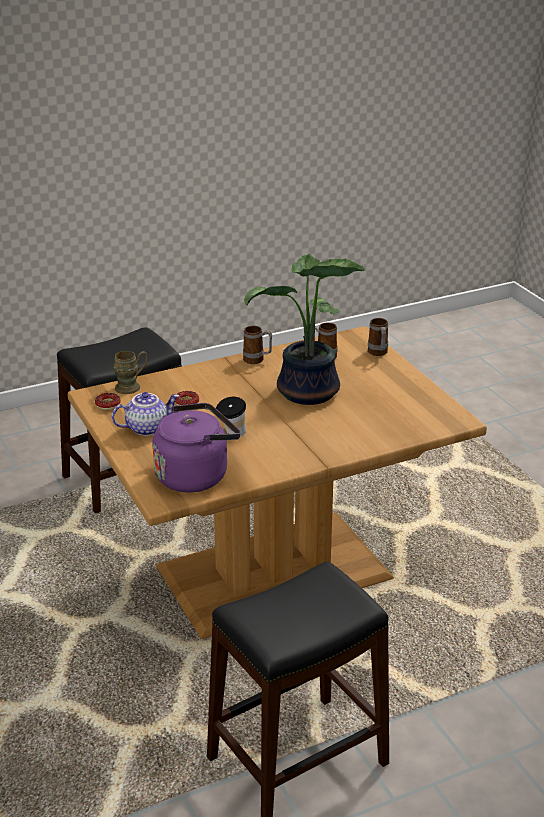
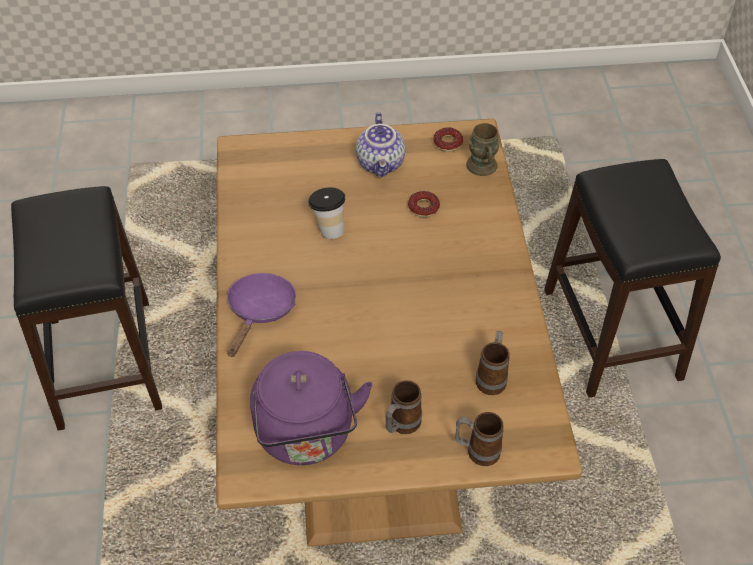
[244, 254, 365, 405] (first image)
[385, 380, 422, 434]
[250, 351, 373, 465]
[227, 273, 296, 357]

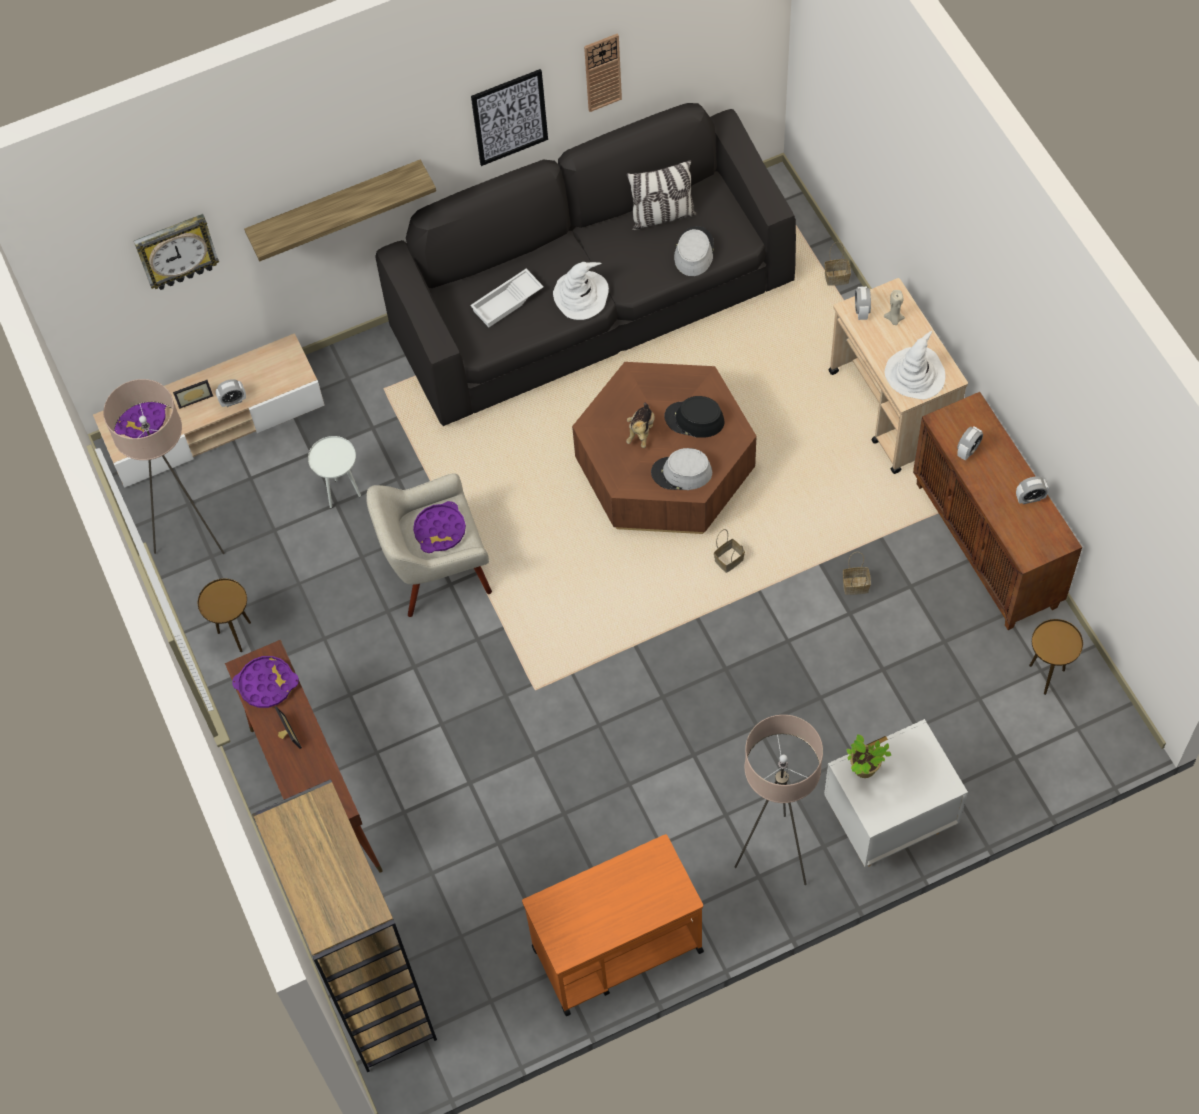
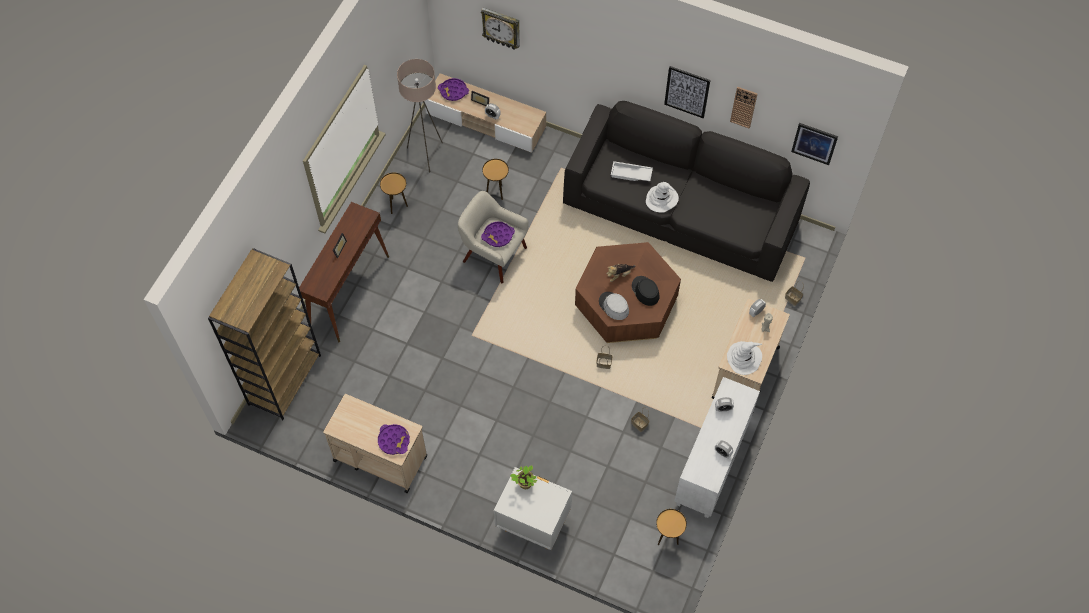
[244, 159, 436, 261] (first image)
[626, 160, 697, 230] (first image)
[674, 226, 714, 276] (first image)
[674, 377, 760, 518]
[482, 159, 509, 200]
[378, 424, 410, 455]
[734, 715, 823, 885] (first image)
[323, 394, 427, 493]
[791, 123, 838, 165]

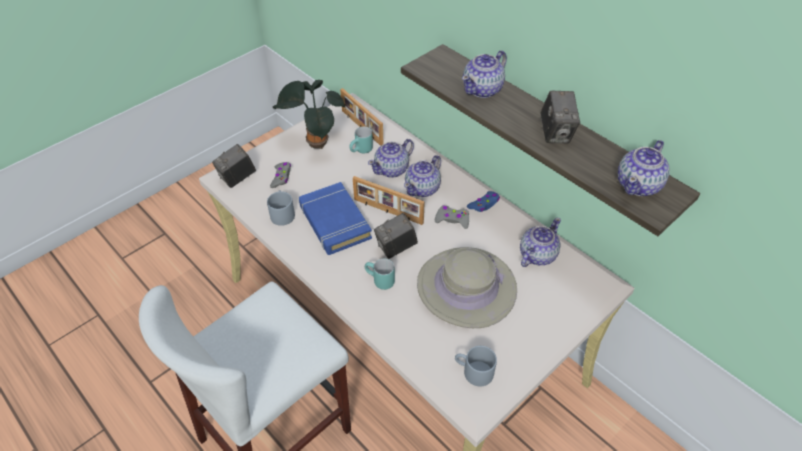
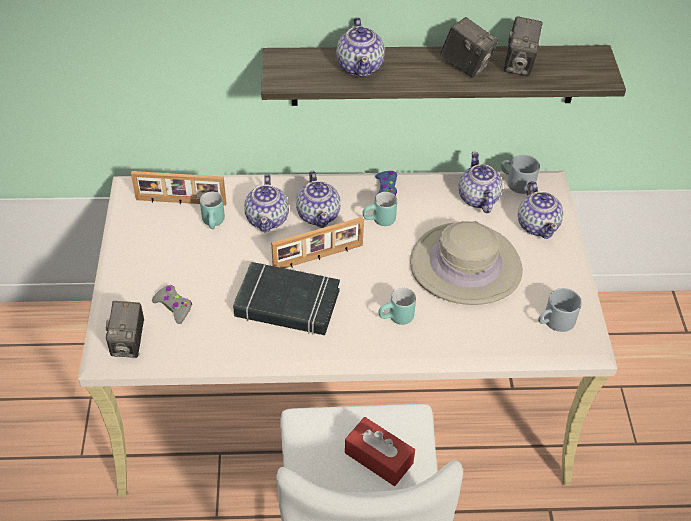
[273, 80, 346, 149] (first image)
[518, 181, 564, 239]
[233, 262, 340, 335]
[501, 155, 540, 194]
[363, 192, 397, 226]
[504, 16, 543, 76]
[345, 417, 415, 486]

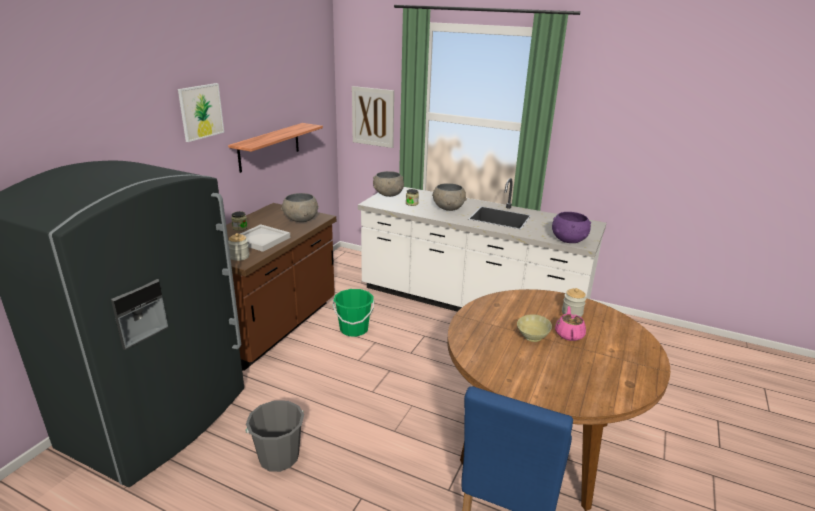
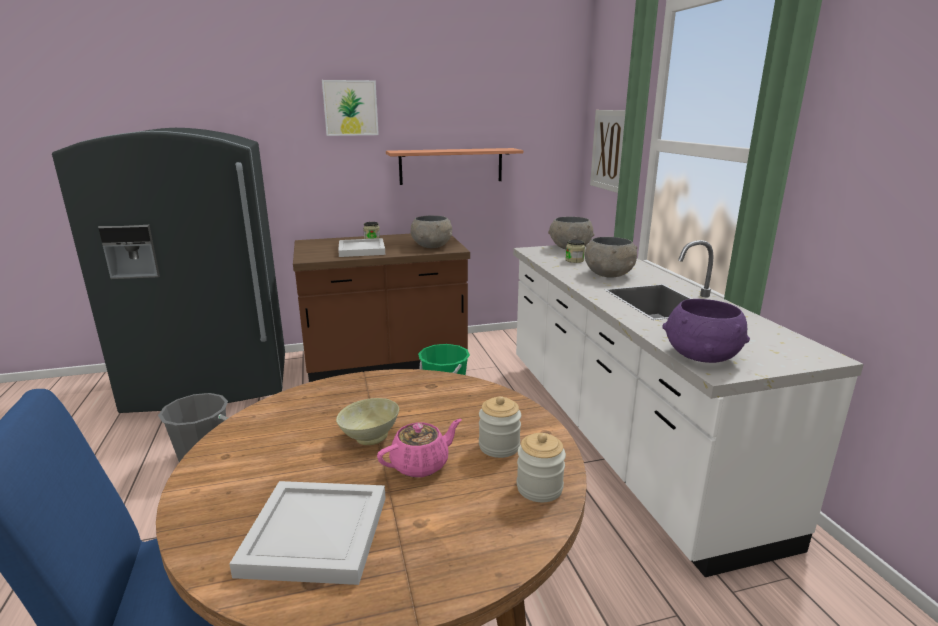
[517, 433, 566, 502]
[229, 481, 386, 585]

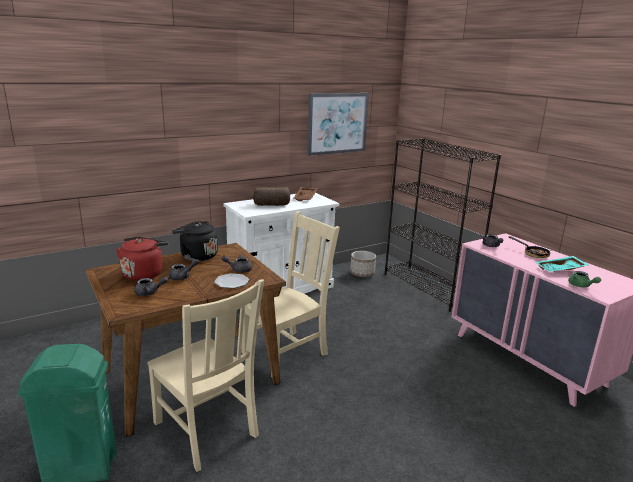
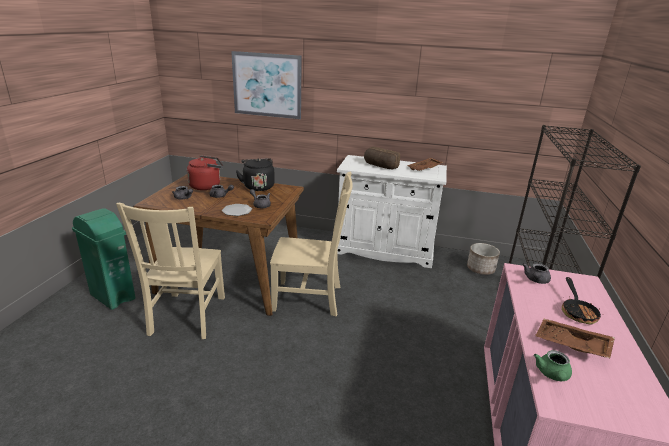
[231, 51, 302, 119]
[535, 319, 615, 358]

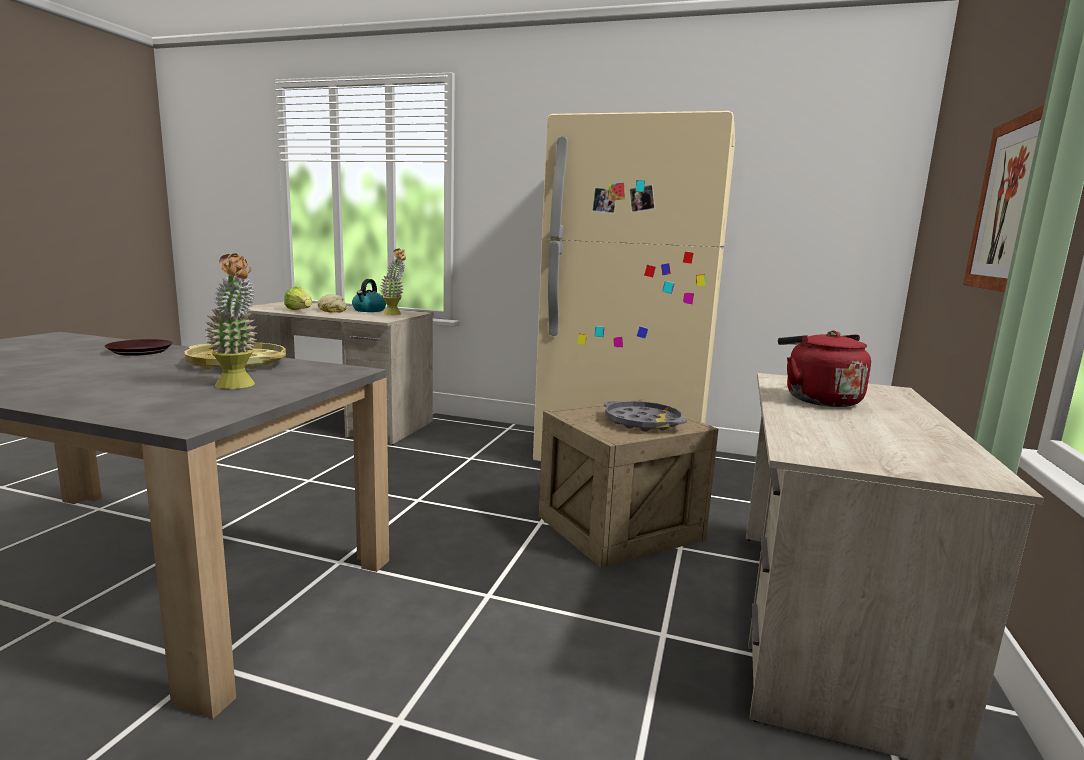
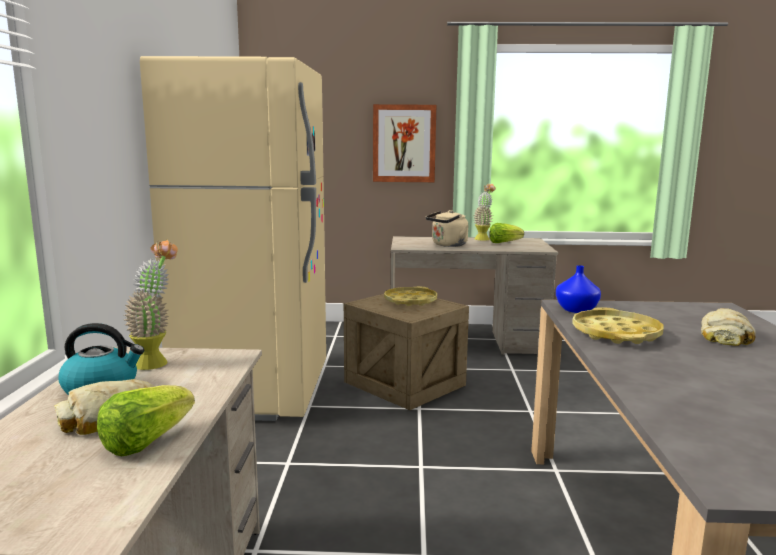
[473, 184, 496, 241]
[426, 210, 469, 247]
[104, 339, 173, 356] (first image)
[384, 286, 437, 306]
[489, 223, 524, 243]
[556, 265, 601, 313]
[701, 308, 755, 346]

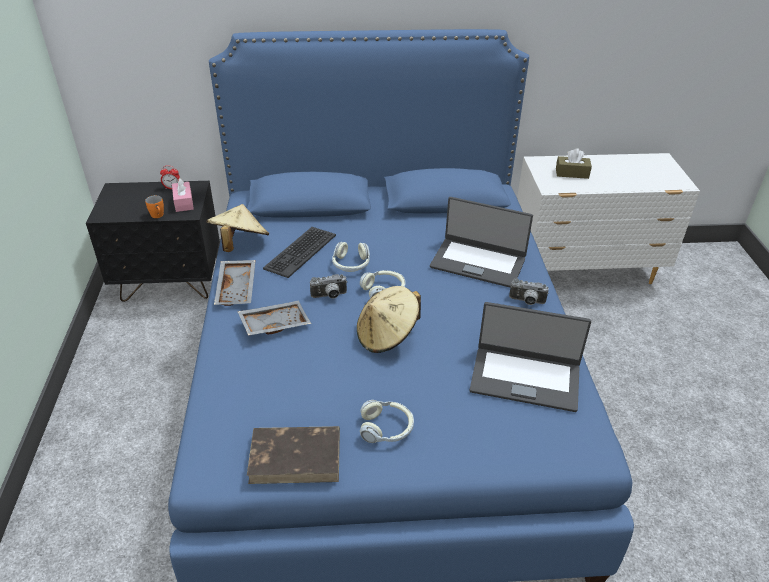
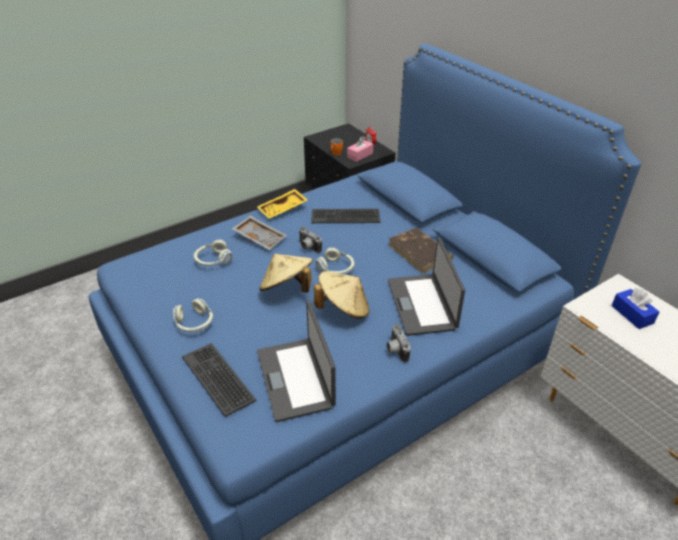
[612, 288, 659, 329]
[314, 271, 369, 319]
[194, 239, 232, 266]
[257, 189, 308, 219]
[389, 228, 453, 274]
[182, 343, 257, 417]

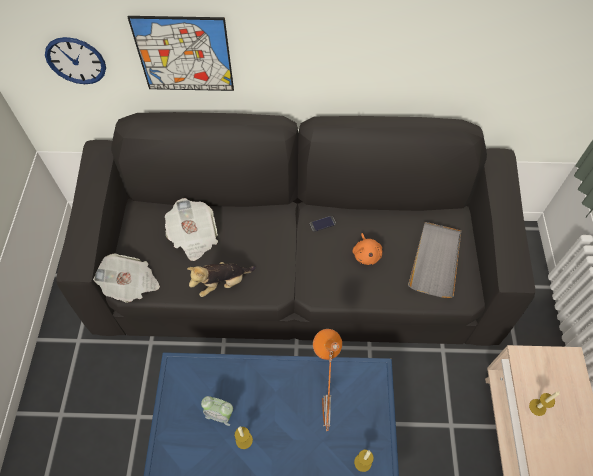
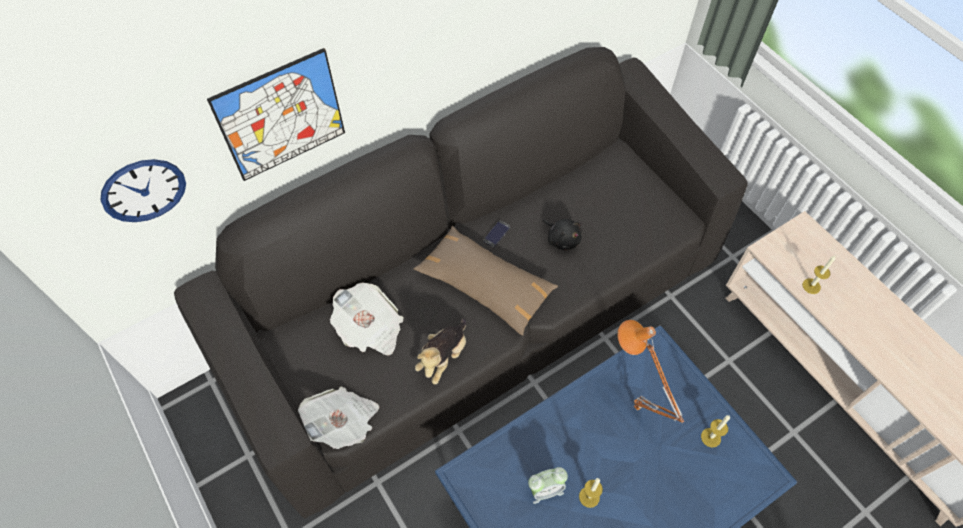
[408, 222, 461, 298] (first image)
[542, 219, 582, 251]
[414, 226, 558, 336]

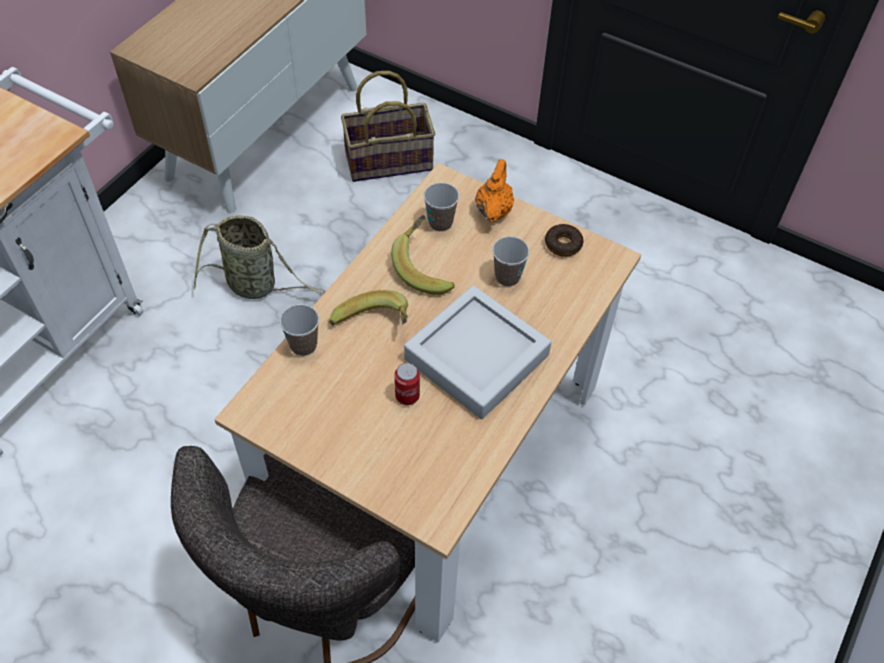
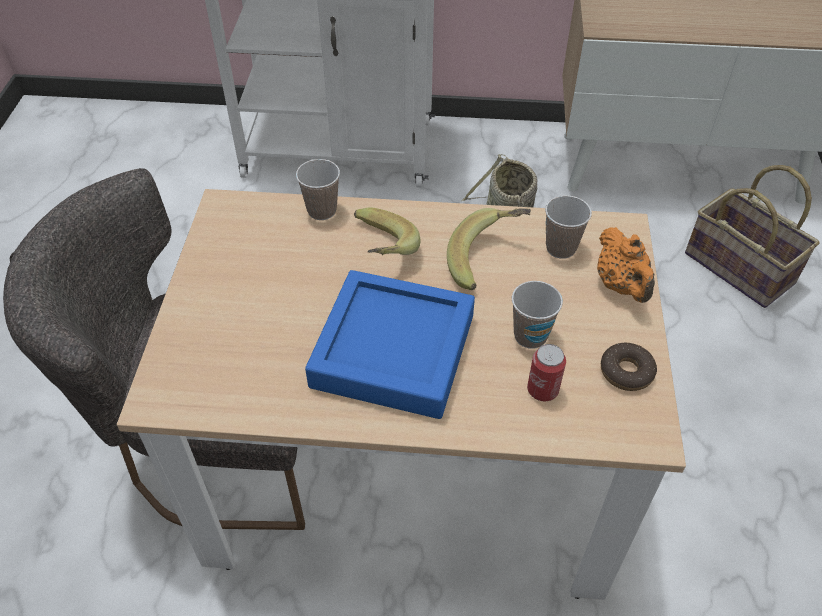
[597, 227, 655, 303]
[305, 270, 475, 419]
[527, 344, 566, 401]

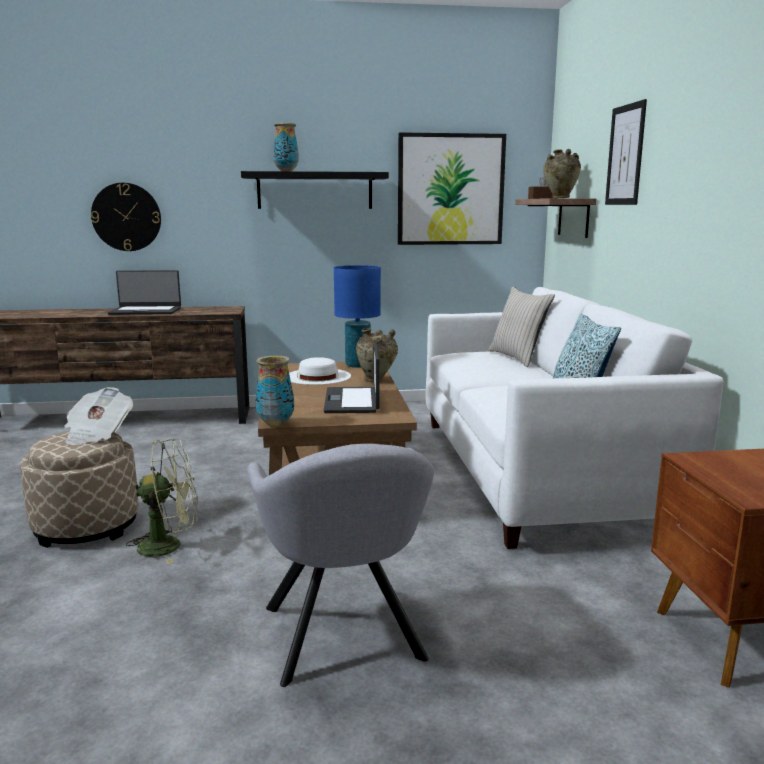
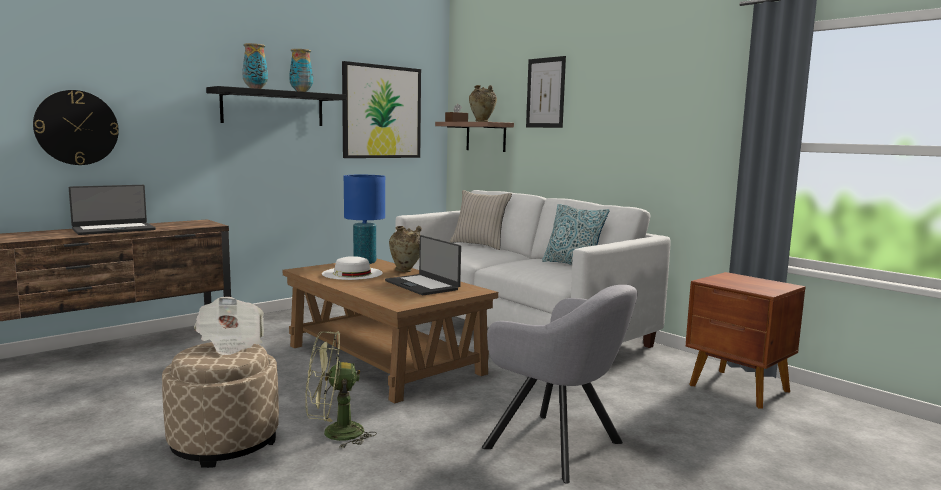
[289, 49, 313, 92]
[305, 331, 377, 449]

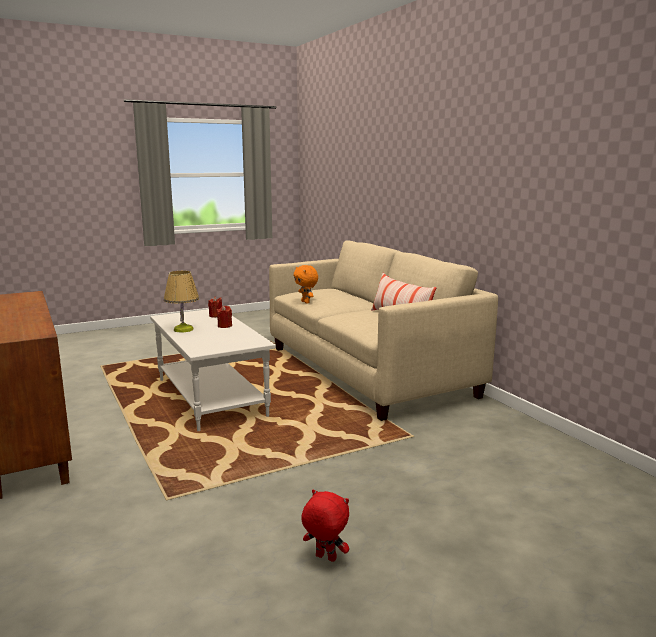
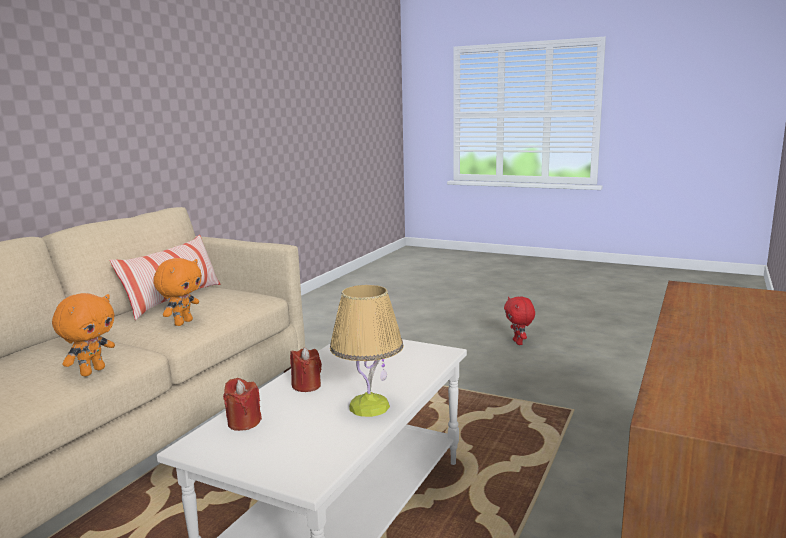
[153, 258, 202, 326]

